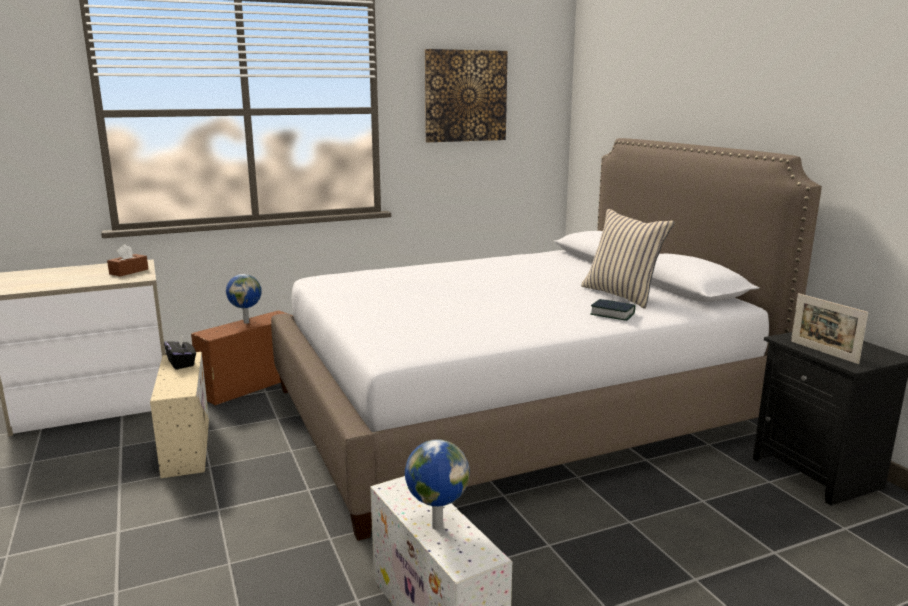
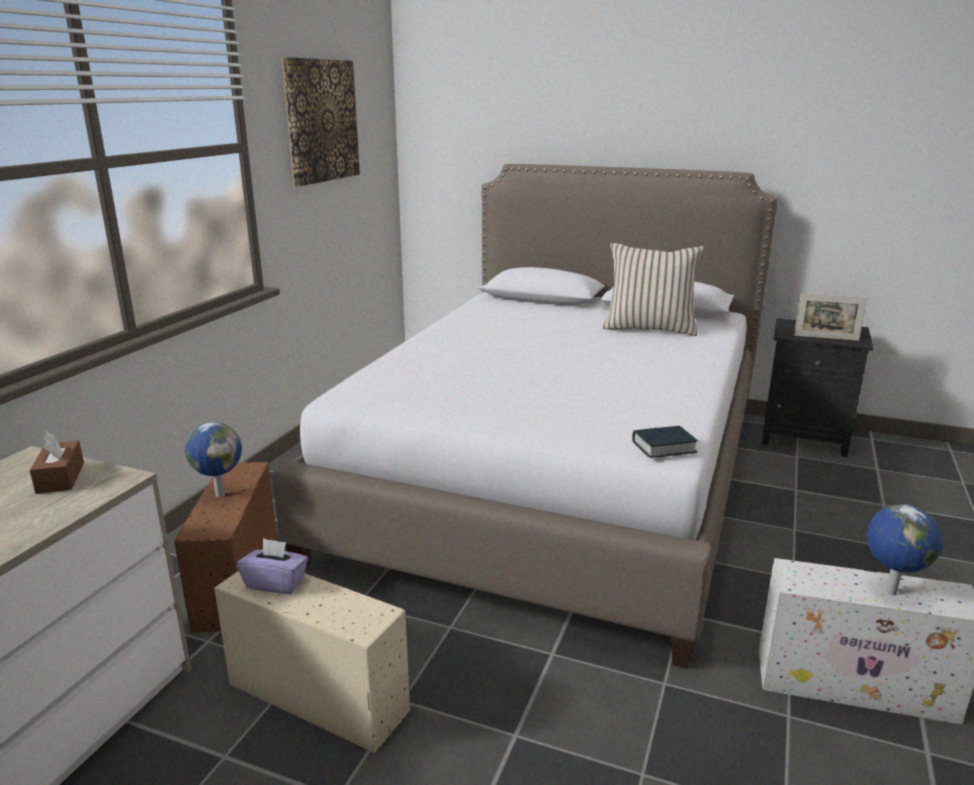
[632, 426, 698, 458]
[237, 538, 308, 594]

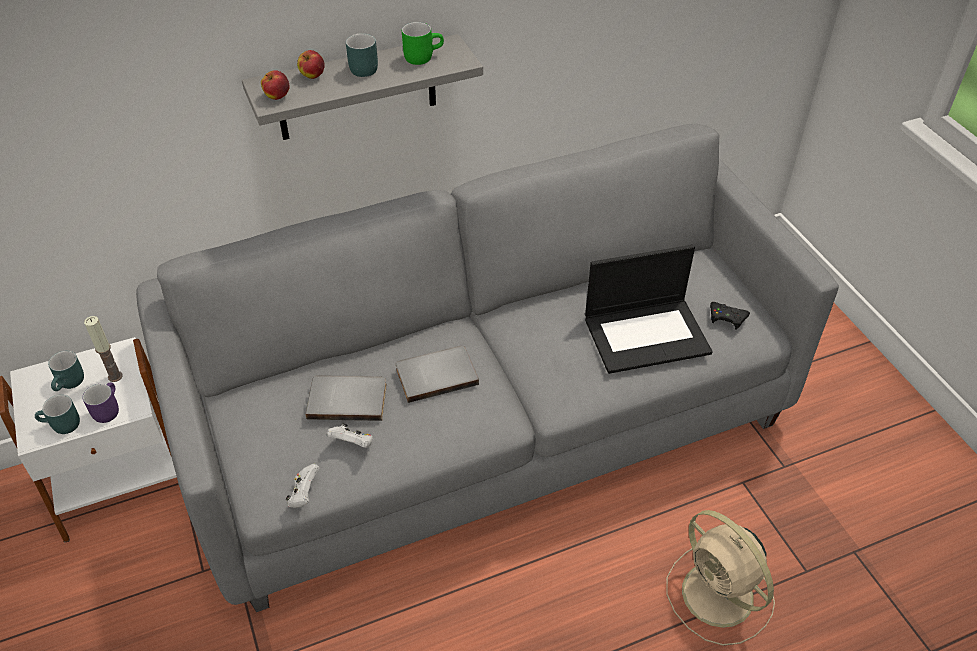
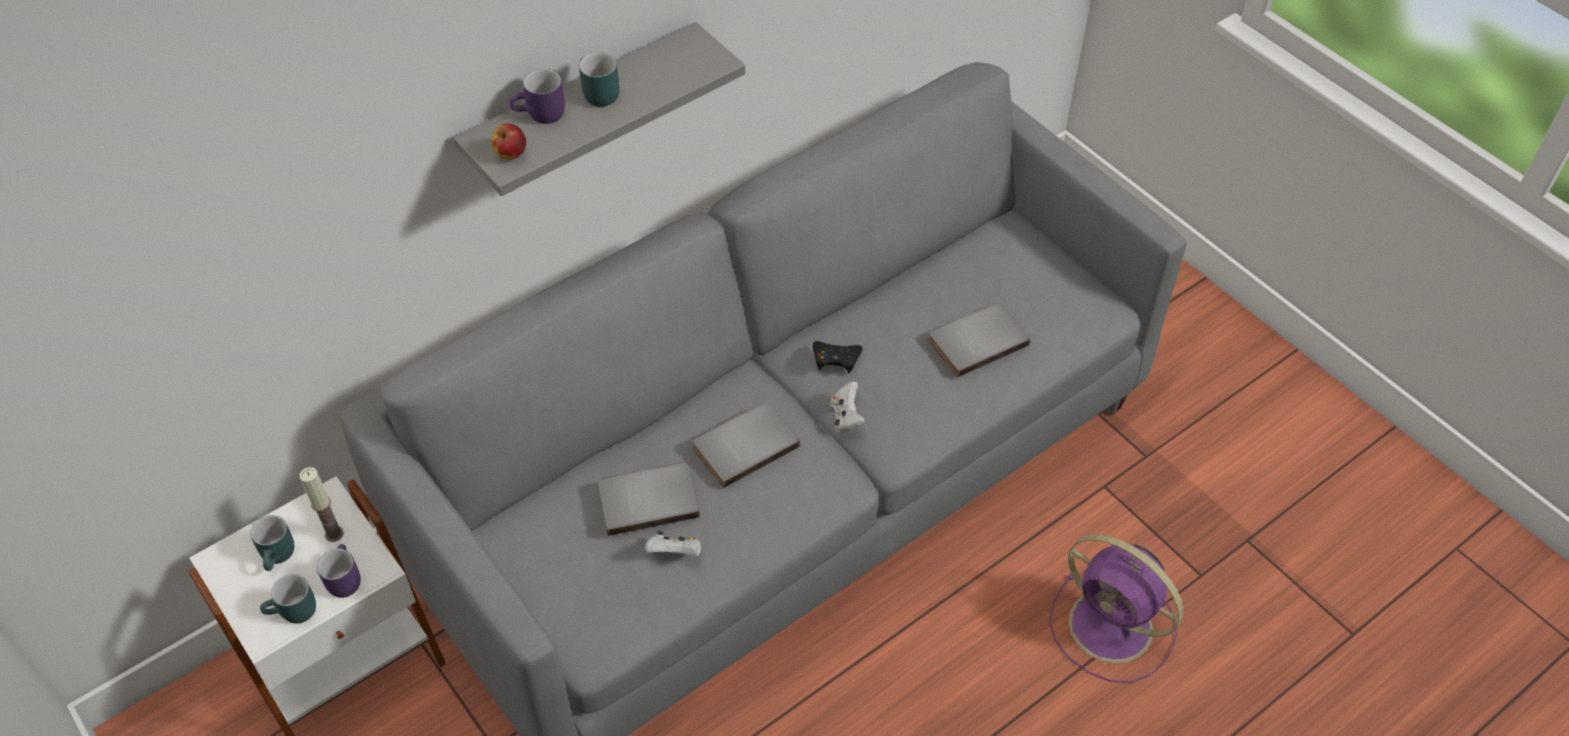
[402, 22, 444, 65] (first image)
[510, 69, 565, 124]
[928, 303, 1030, 377]
[813, 341, 862, 373]
[831, 381, 866, 432]
[1049, 534, 1183, 683]

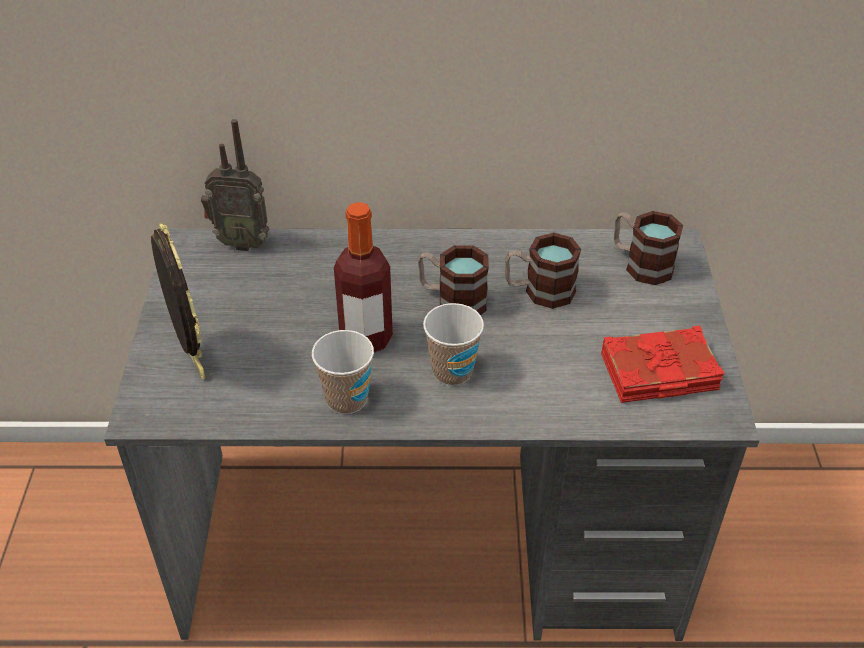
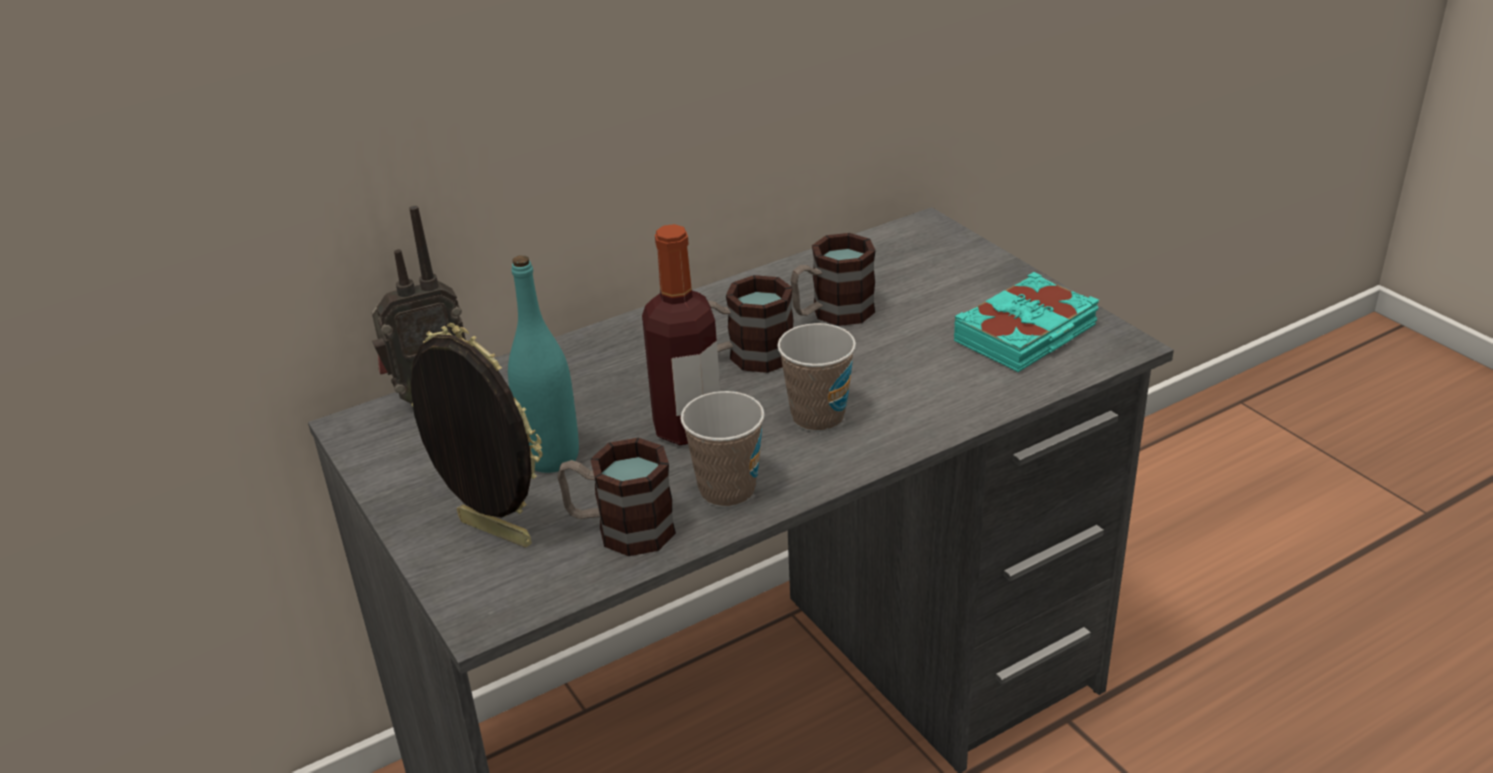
[558, 438, 676, 556]
[954, 272, 1099, 372]
[508, 255, 579, 473]

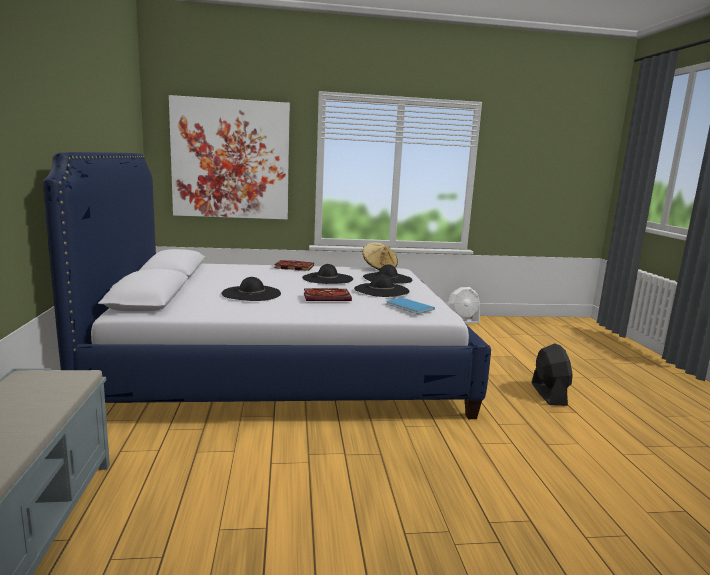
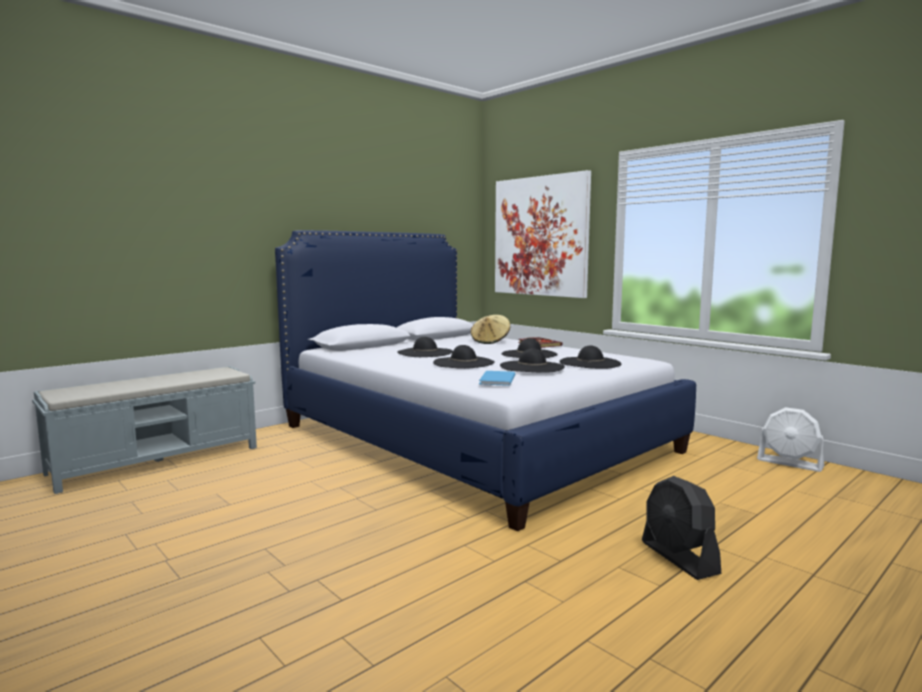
[471, 315, 510, 344]
[433, 345, 495, 369]
[642, 476, 721, 580]

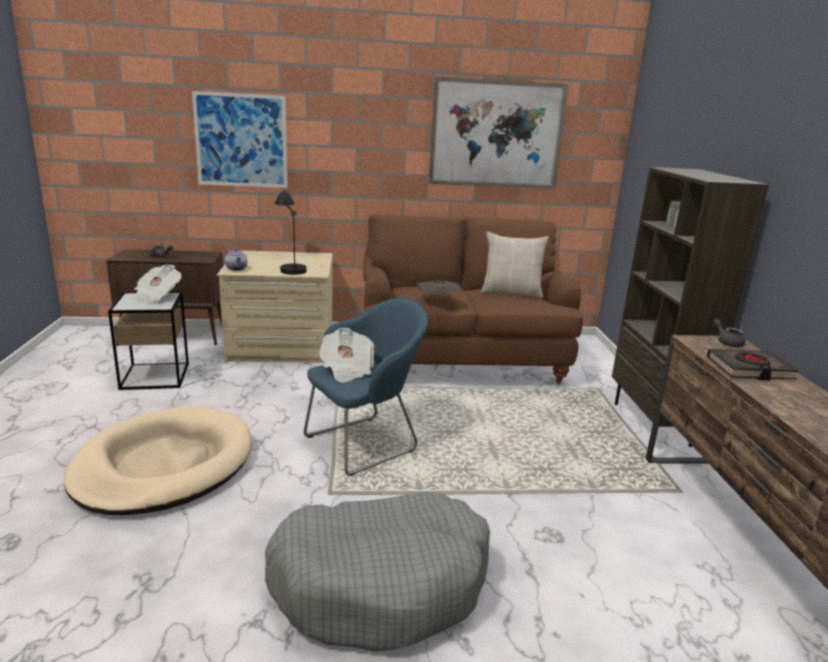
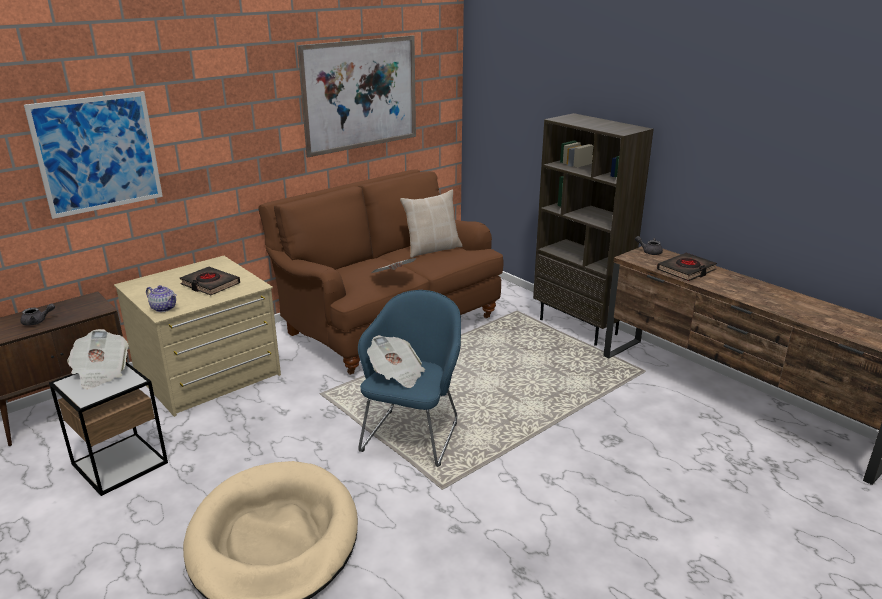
[180, 267, 240, 295]
[265, 492, 490, 652] (first image)

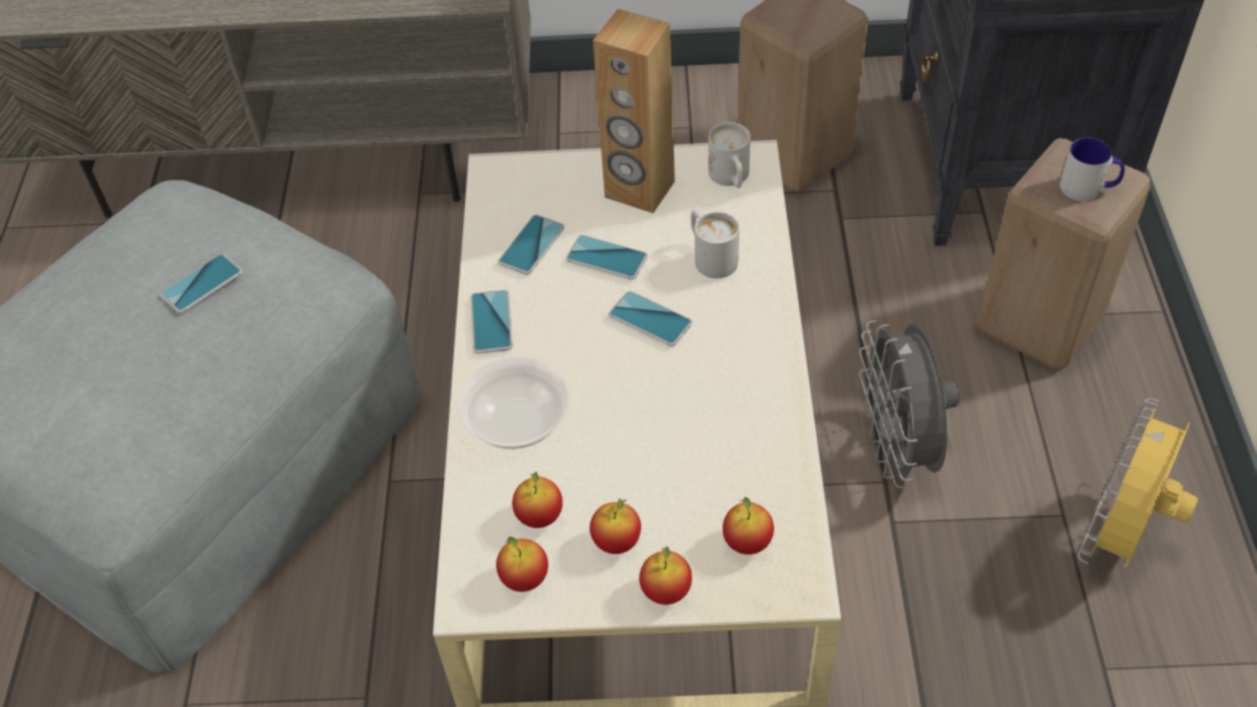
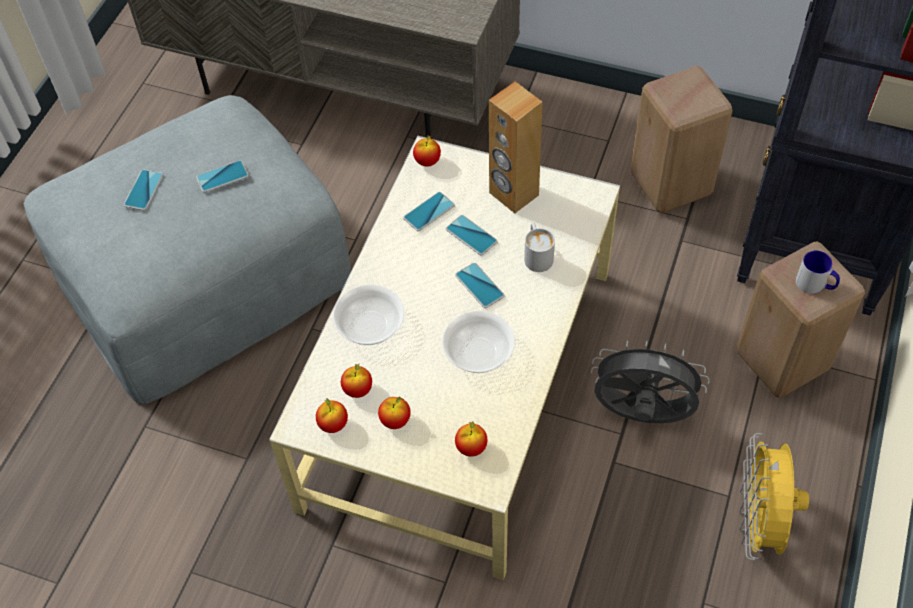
[708, 122, 751, 188] (first image)
[124, 170, 164, 211]
[590, 340, 710, 423]
[739, 433, 809, 560]
[413, 135, 441, 167]
[442, 311, 515, 373]

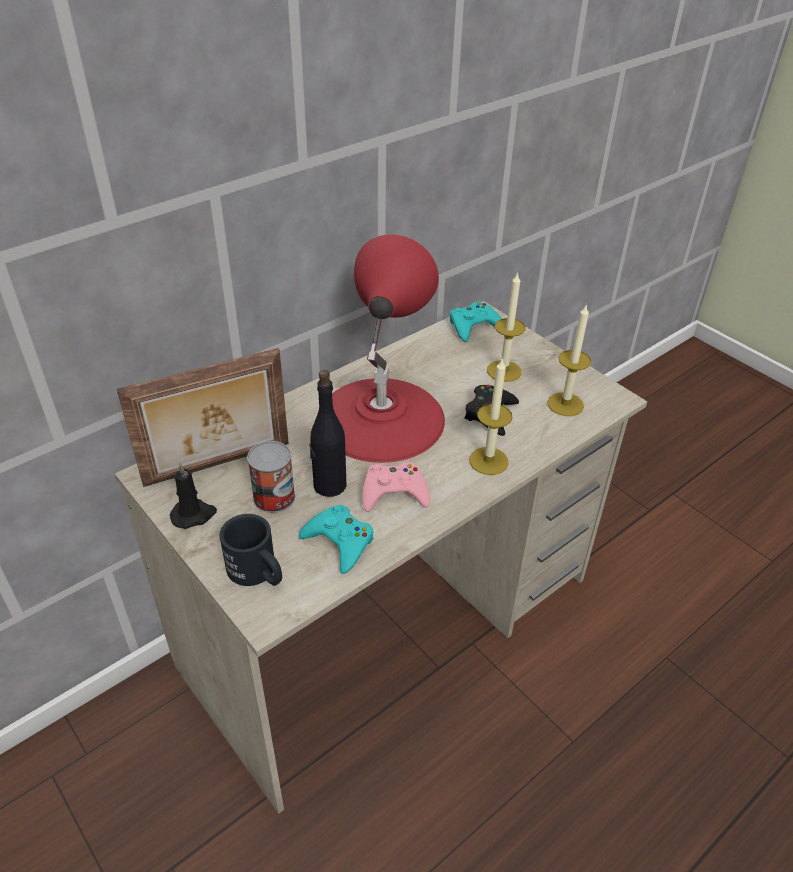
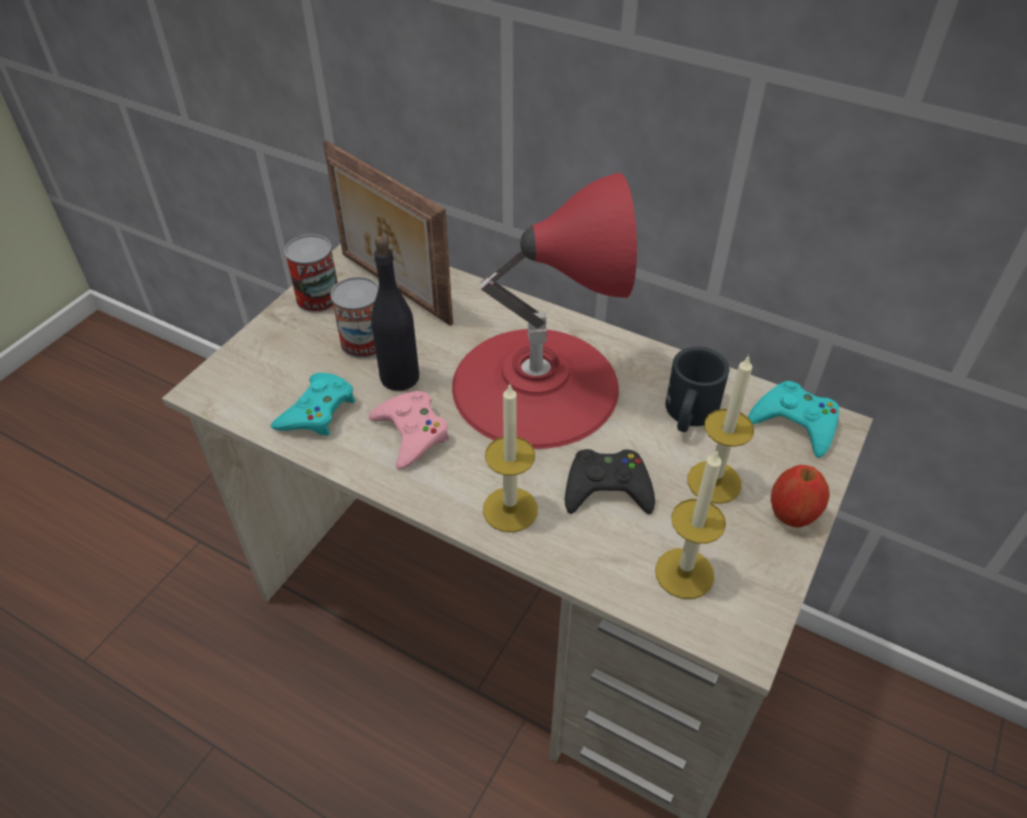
[284, 234, 338, 313]
[665, 347, 730, 432]
[771, 465, 830, 527]

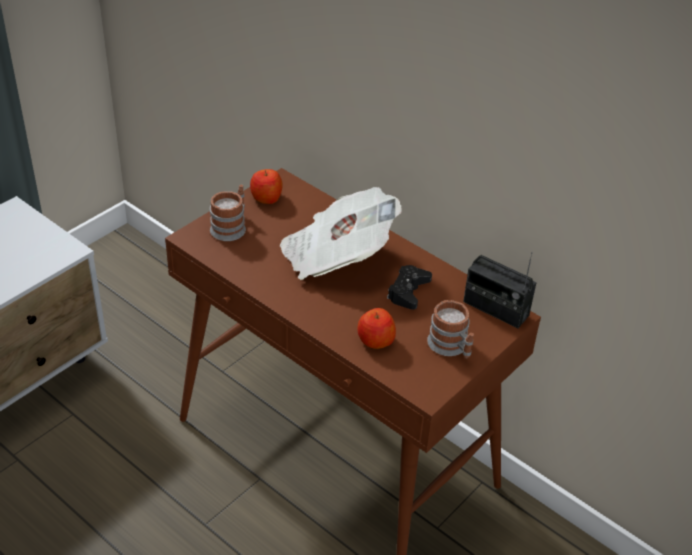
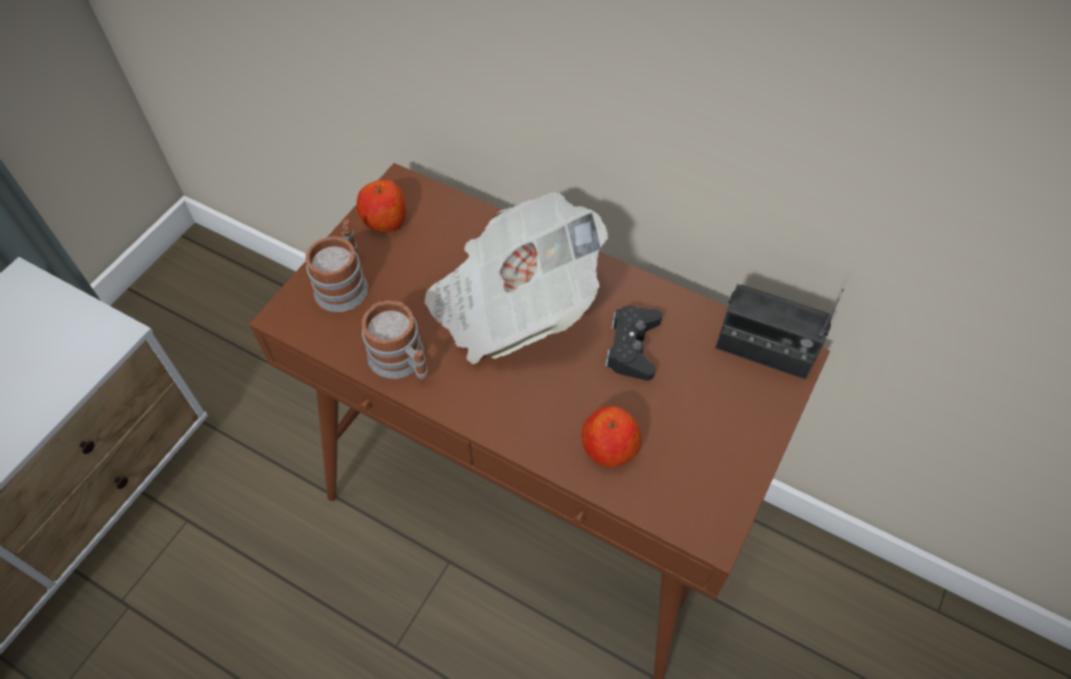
[362, 300, 428, 380]

